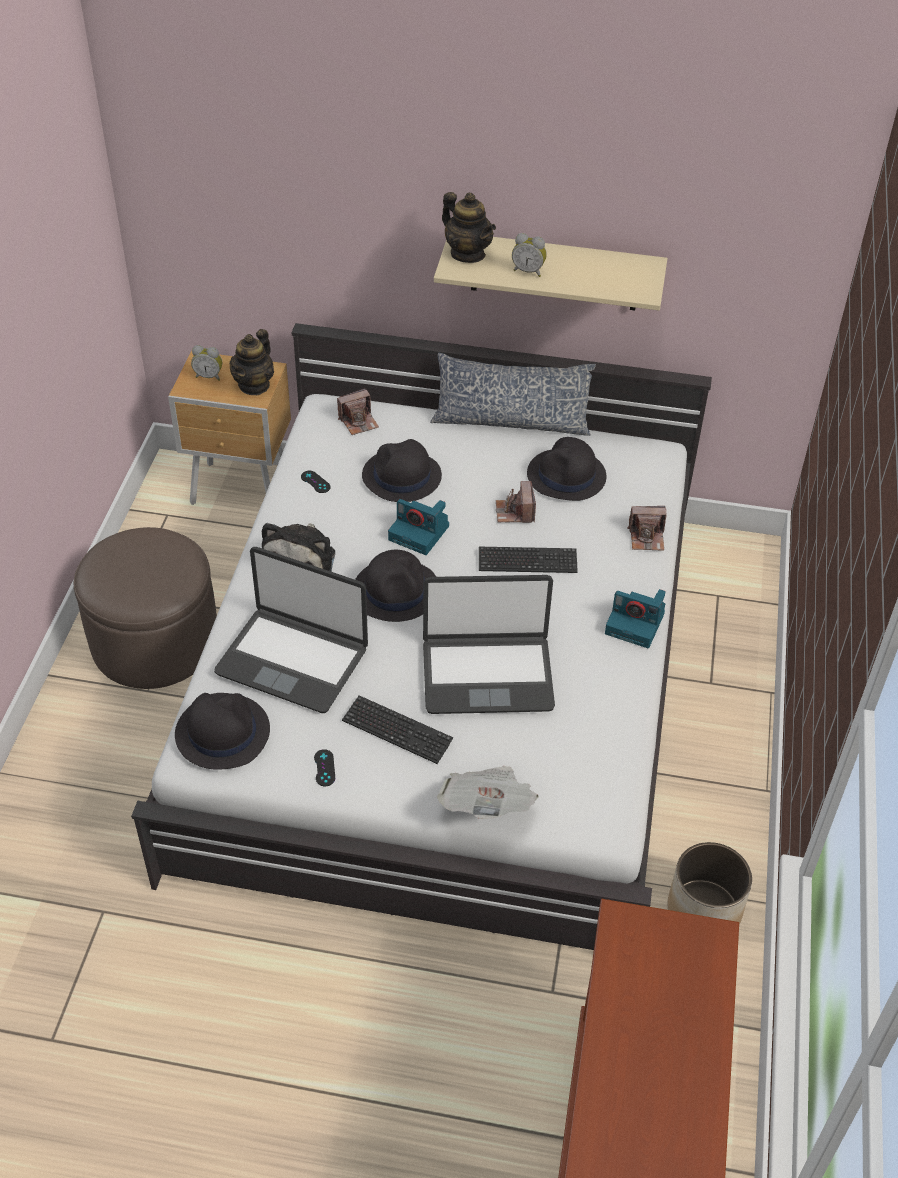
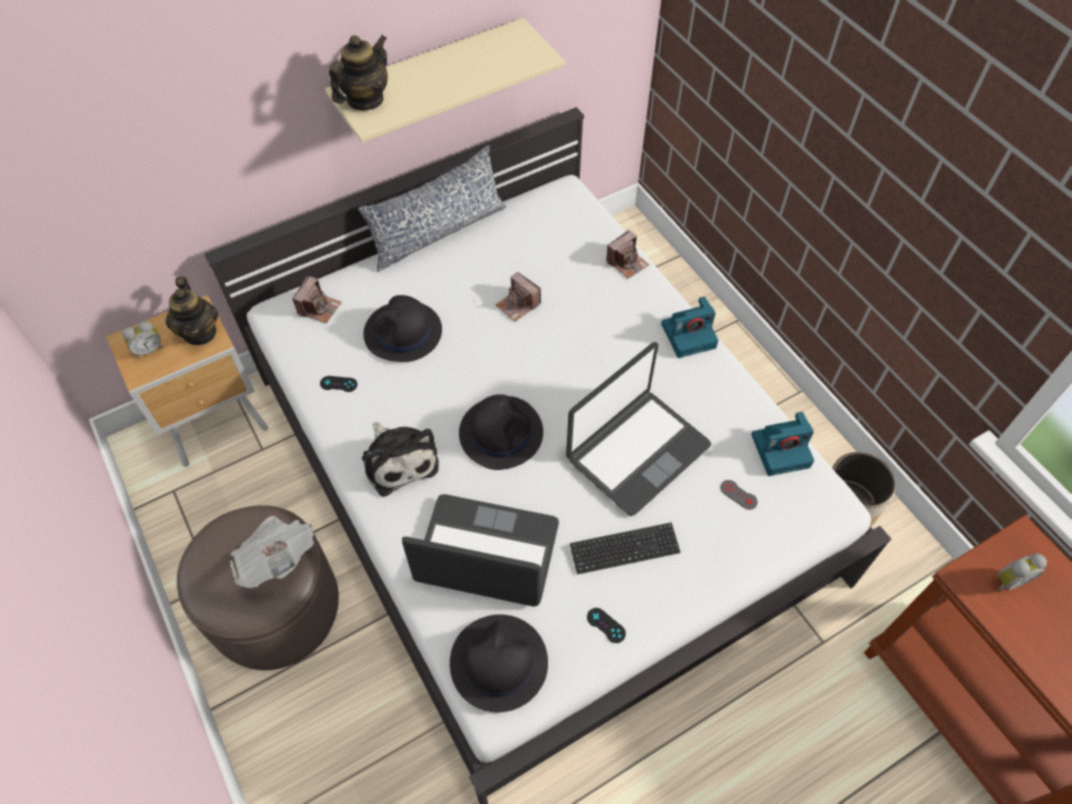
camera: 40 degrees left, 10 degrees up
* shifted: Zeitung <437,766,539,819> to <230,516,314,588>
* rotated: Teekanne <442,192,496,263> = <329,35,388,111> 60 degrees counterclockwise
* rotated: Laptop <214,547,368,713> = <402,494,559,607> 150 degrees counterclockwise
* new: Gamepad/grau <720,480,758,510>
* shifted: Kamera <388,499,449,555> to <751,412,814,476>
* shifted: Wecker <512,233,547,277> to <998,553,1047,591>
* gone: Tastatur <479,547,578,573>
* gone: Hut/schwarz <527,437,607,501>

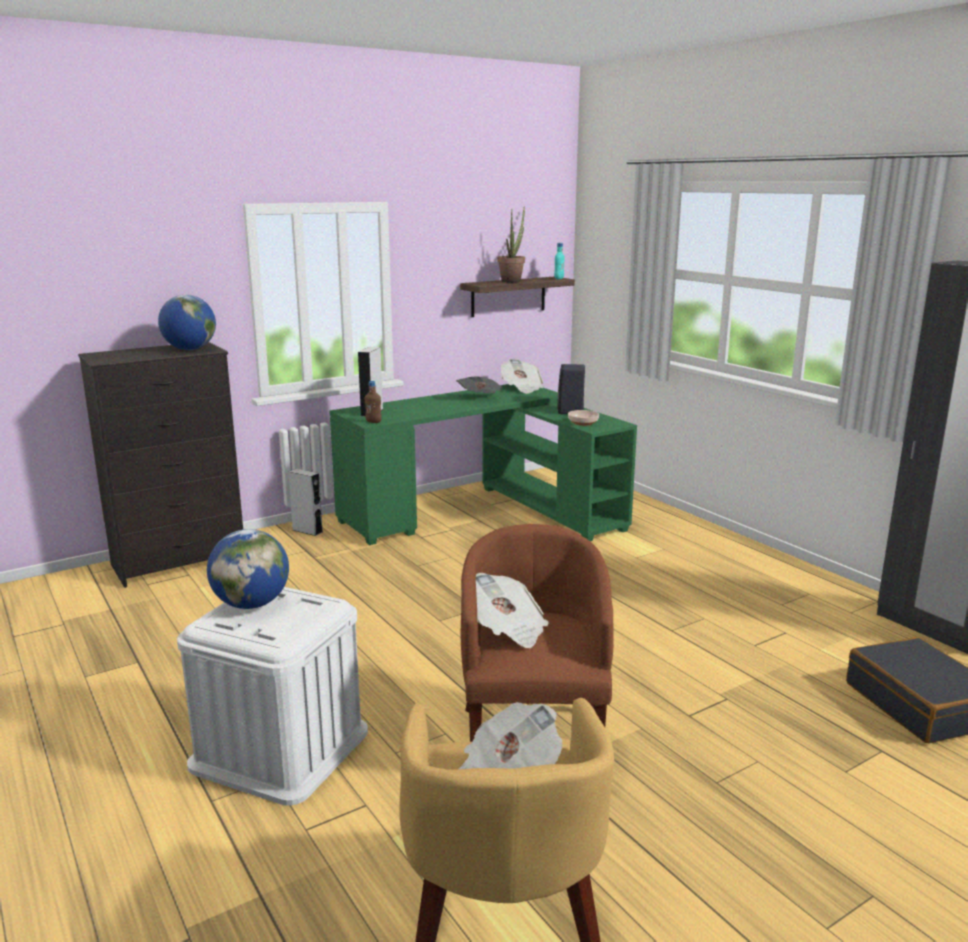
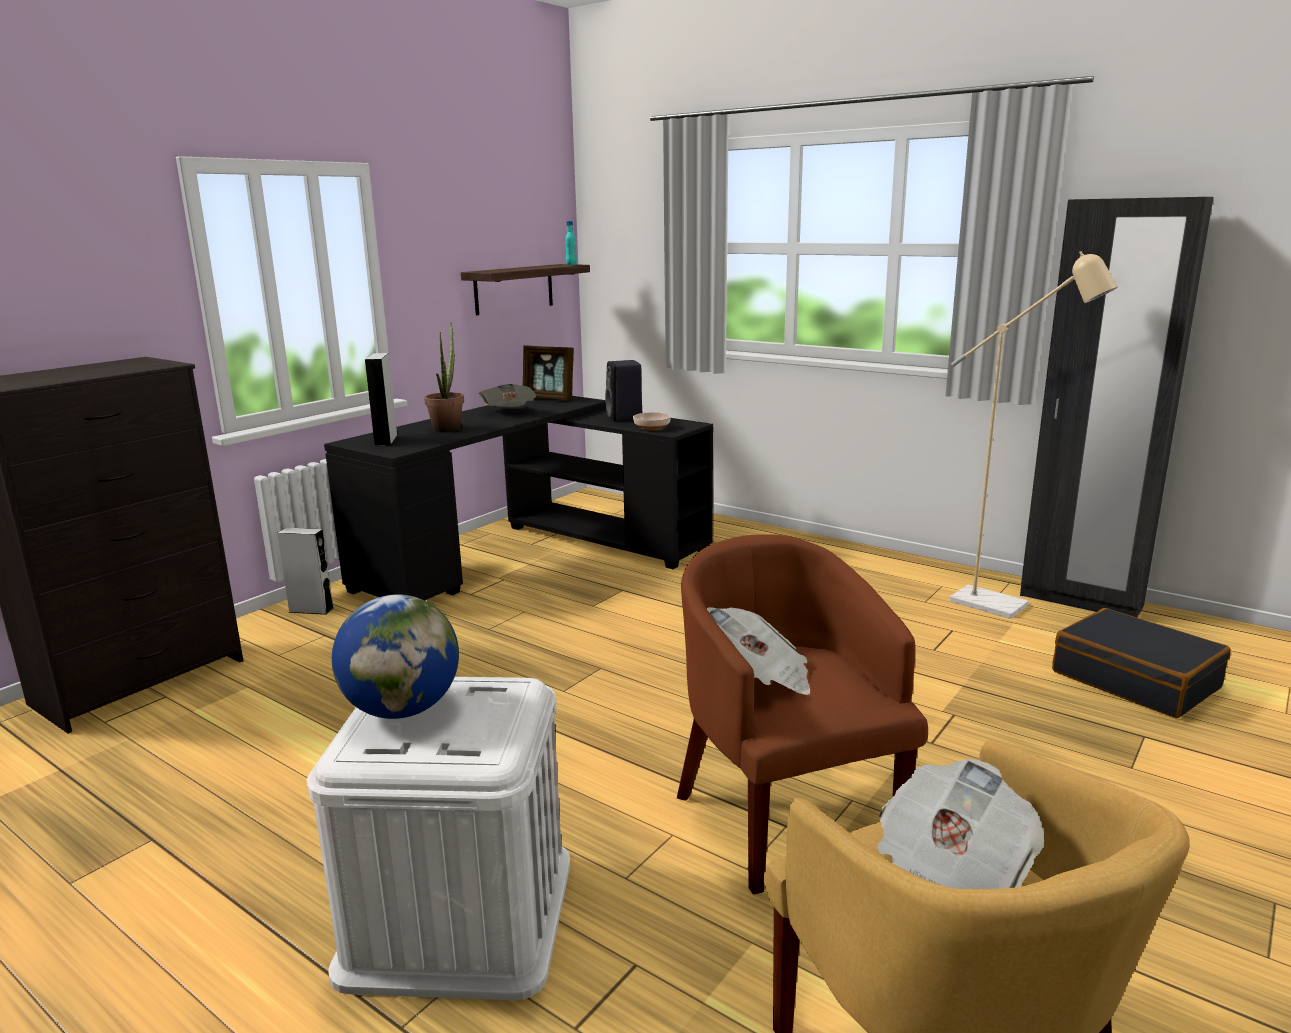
camera: 20 degrees left, 0 degrees up
* repainted: Schreibtisch/grün <329,384,637,545> to Schreibtisch/schwarz <324,396,713,600>
* shifted: Topfpflanze <497,206,525,283> to <424,322,464,432>
* swapped: Zeitung <501,359,544,394> to Bilderrahmen <522,345,574,400>
* new: Stehlampe/beige <949,251,1117,619>
* gone: Globus <158,295,216,350>
* gone: Flasche/braun <365,381,382,423>

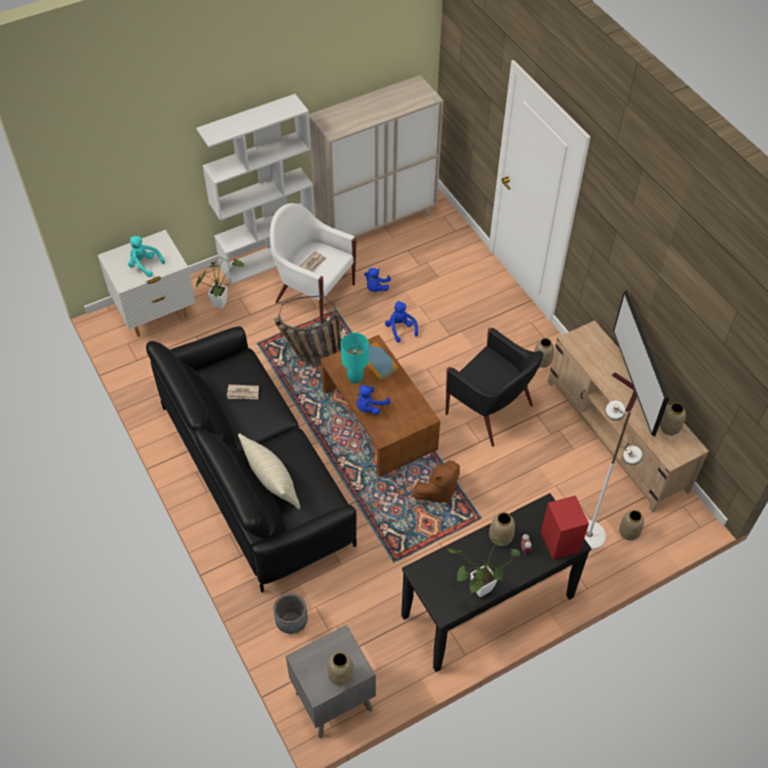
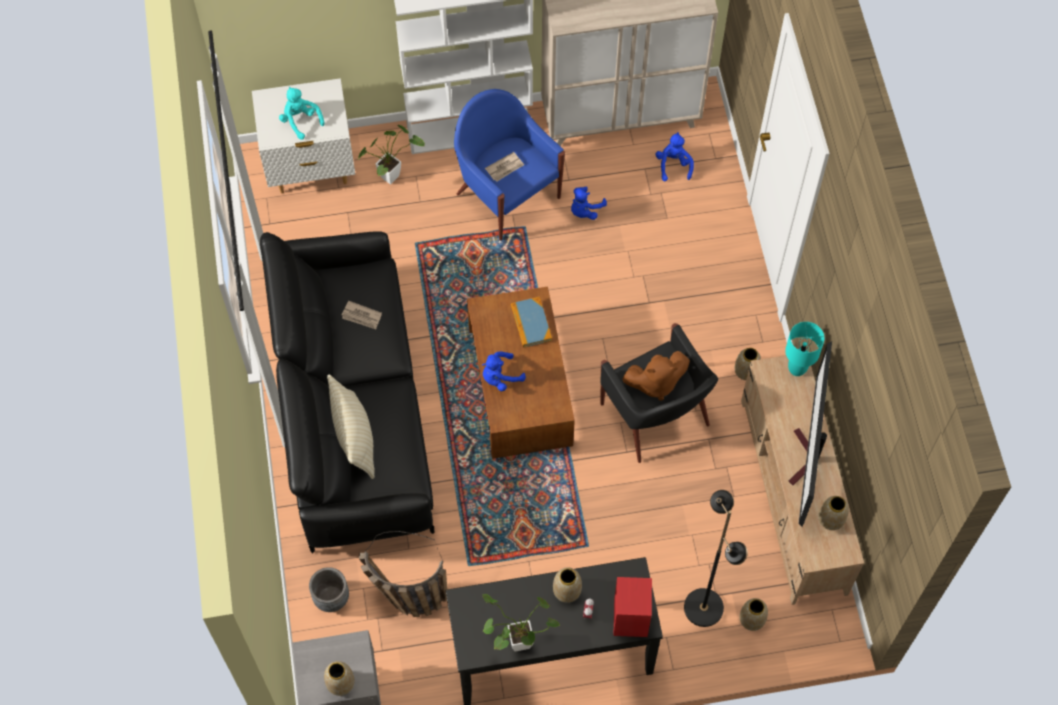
camera: 20 degrees right, 10 degrees up
* shifted: Korb <274,296,341,366> to <359,531,447,617>
* repainted: Sessel/weiß <270,203,357,324> to Sessel/blau <454,89,565,240>
* shifted: Plüschtier/braun <413,461,460,504> to <622,351,690,401>
* shifted: Plüschtier/blau <385,301,418,342> to <655,132,694,181>
* repainted: Stehlampe/weiß <584,401,643,550> to Stehlampe/schwarz <684,490,748,627>
* shifted: Tischlampe/türkis <341,333,369,384> to <785,322,824,376>

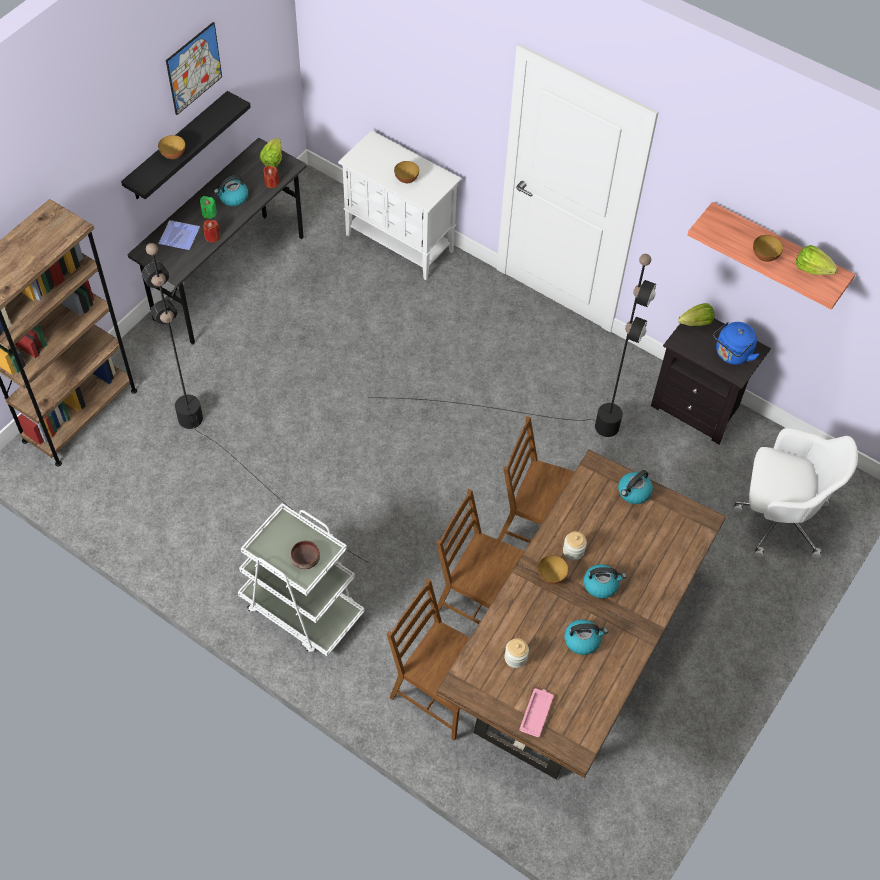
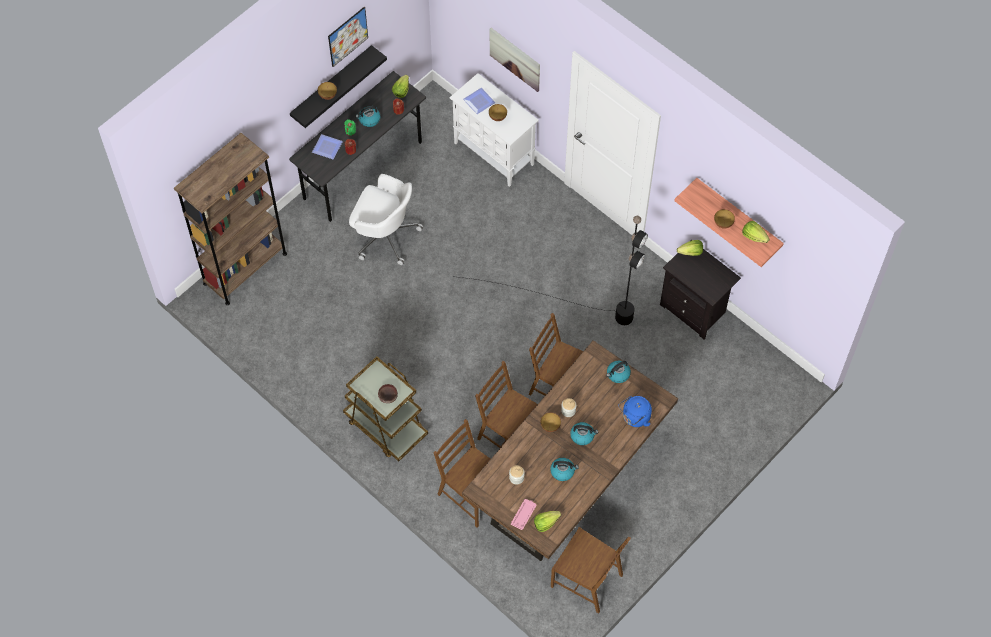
camera: 10 degrees right, 5 degrees up
* repainted: Rollwagen/weiß <238,503,365,657> to Rollwagen/braun <343,356,428,461>
* shifted: Bürostuhl/weiß <734,428,858,559> to <349,174,423,265>
* new: Teller <463,88,495,114>
* new: Bild <490,28,540,92>
* new: Salatkopf <534,511,561,532>
* new: Stuhl/braun <551,527,631,613>
* shifted: Wasserkessel/blau <713,322,759,365> to <618,396,652,427>
* gone: Stehlampe/schwarz <141,243,369,563>

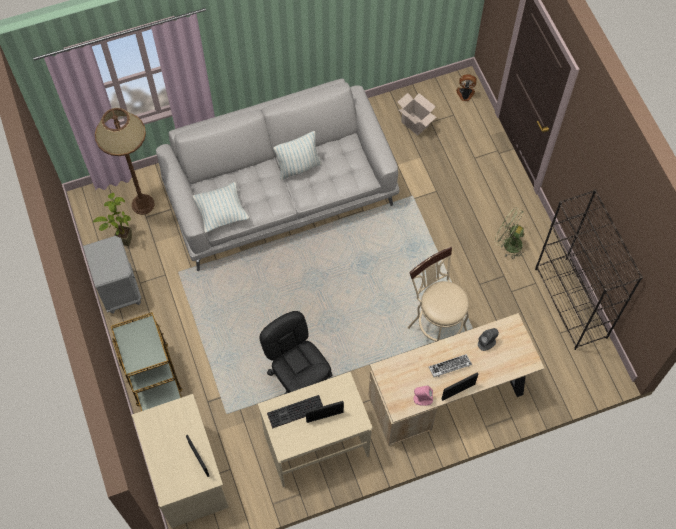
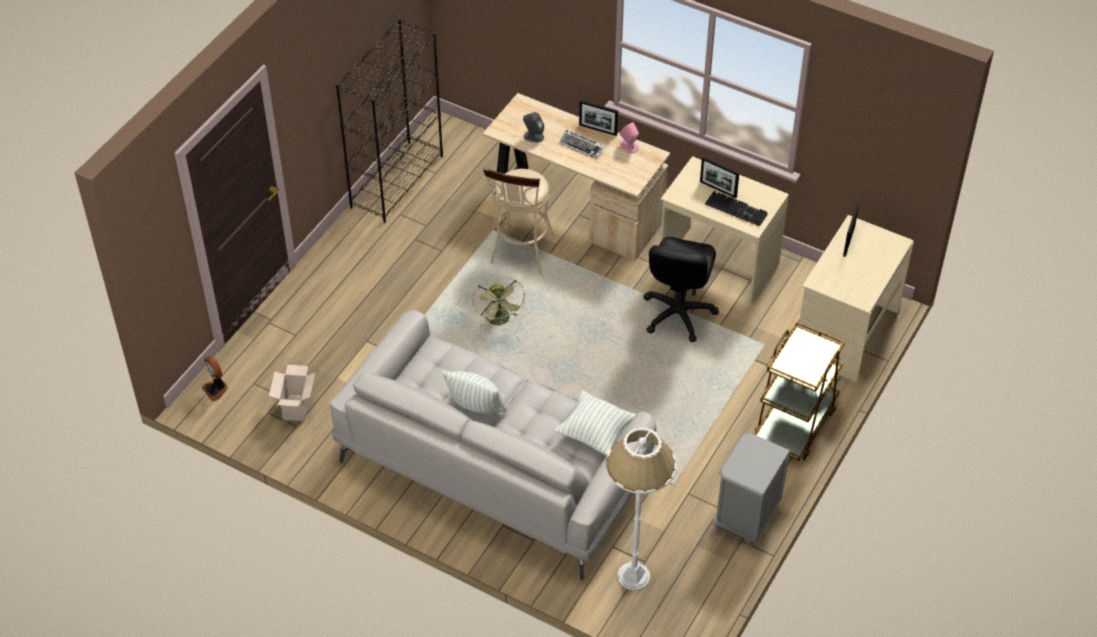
camera: 130 degrees left, 15 degrees down
* shifted: Ventilator/grün <495,207,525,259> to <472,276,525,327>
* repainted: Stehlampe/braun <95,108,155,215> to Stehlampe/weiß <606,427,676,590>
* gone: Topfpflanze <93,193,132,246>

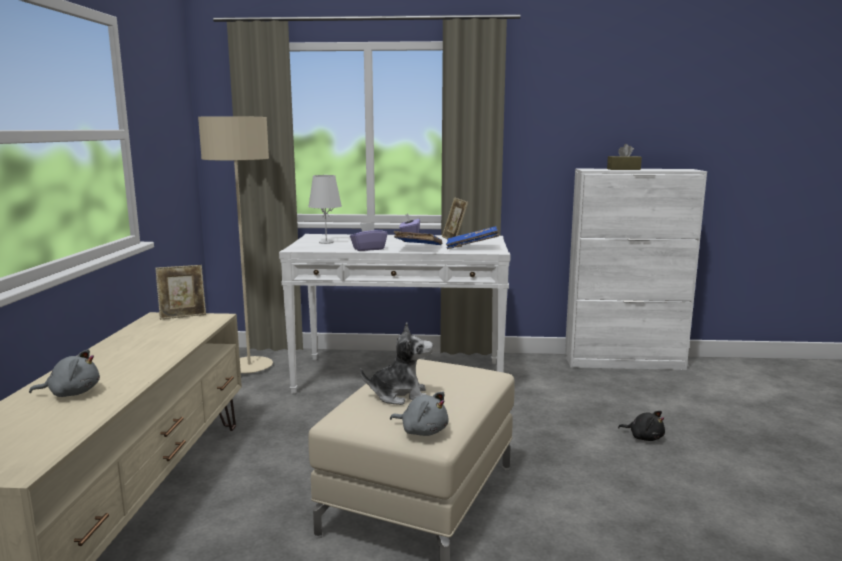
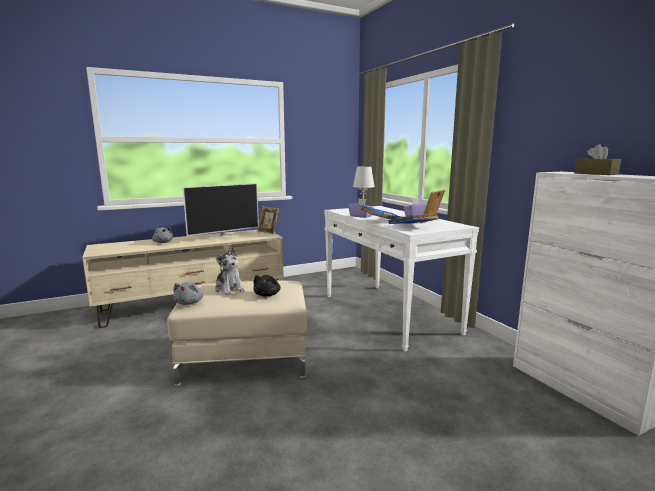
camera: 60 degrees right, 0 degrees up
* new: Fernseher <183,183,259,240>
* shifted: Plüschtier/schwarz <618,411,665,441> to <253,275,281,297>
* gone: Stehlampe/beige <198,116,273,373>

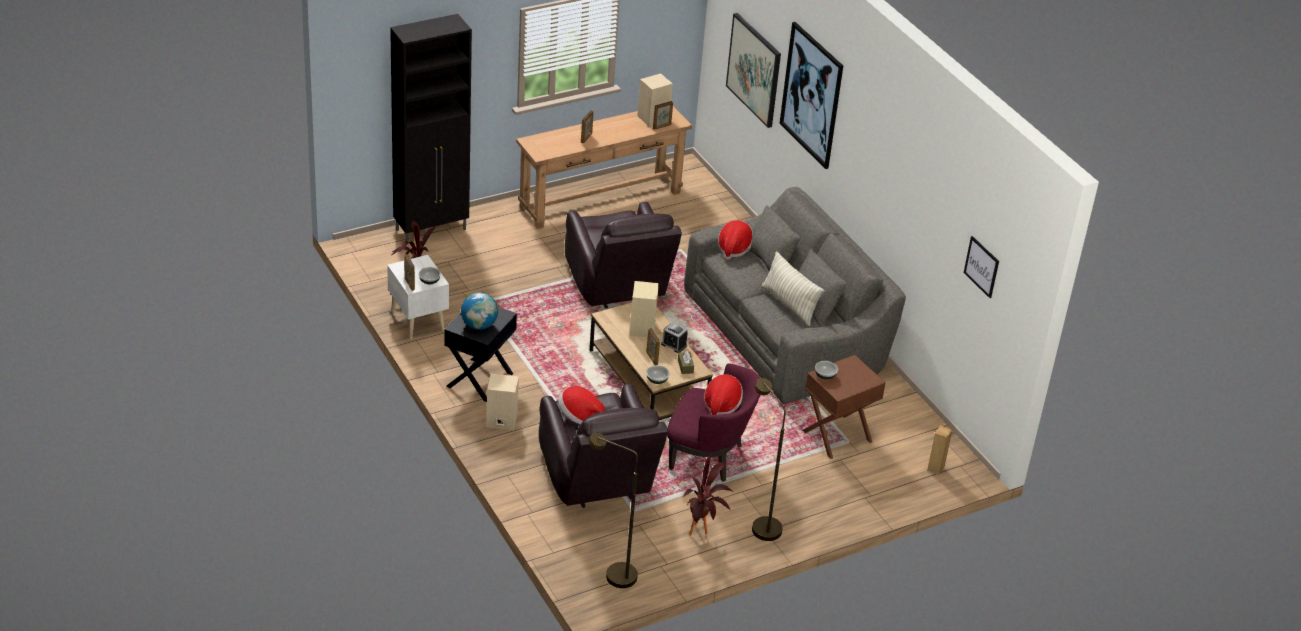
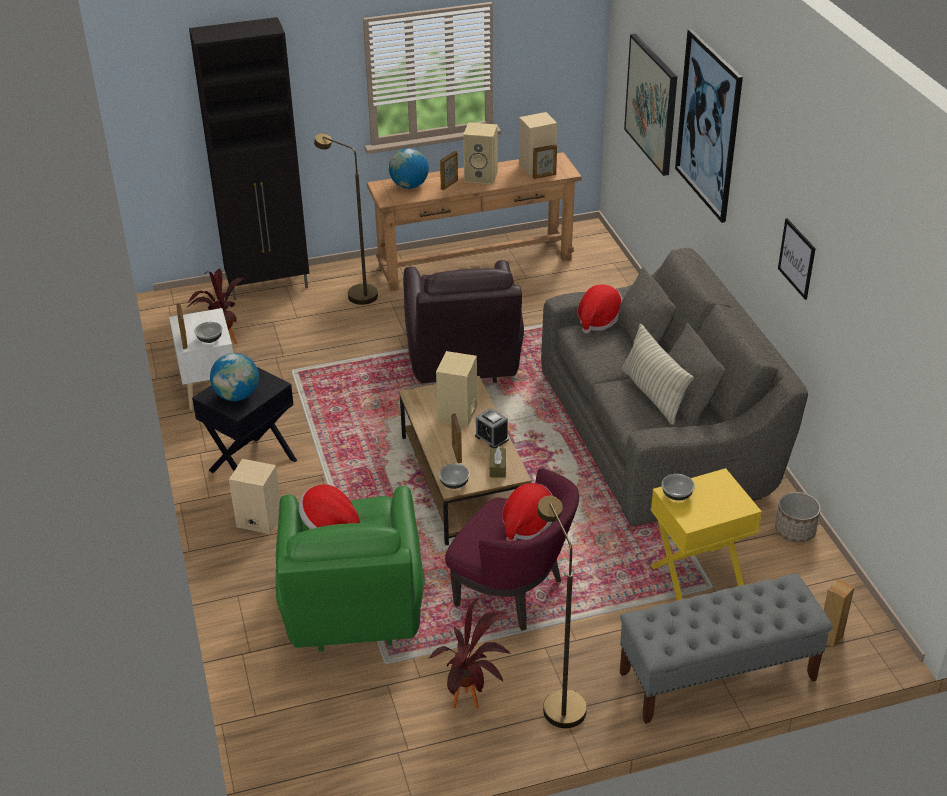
camera: 15 degrees right, 0 degrees up
* repainted: Sessel/braun <539,384,668,508> to Sessel/grün <276,486,425,652>
* shifted: Stehlampe/braun <588,433,638,588> to <314,134,378,305>
* new: Globus <389,148,429,189>
* new: Lautsprecher/beige <463,122,498,184>
* new: Bank/grau <620,573,833,724>
* repainted: Beistelltisch/braun <803,355,885,459> to Beistelltisch/gelb <651,468,762,600>
* new: Pflanzkübel <775,492,821,543>
* shifted: Bild <964,236,999,298> to <778,218,816,300>

